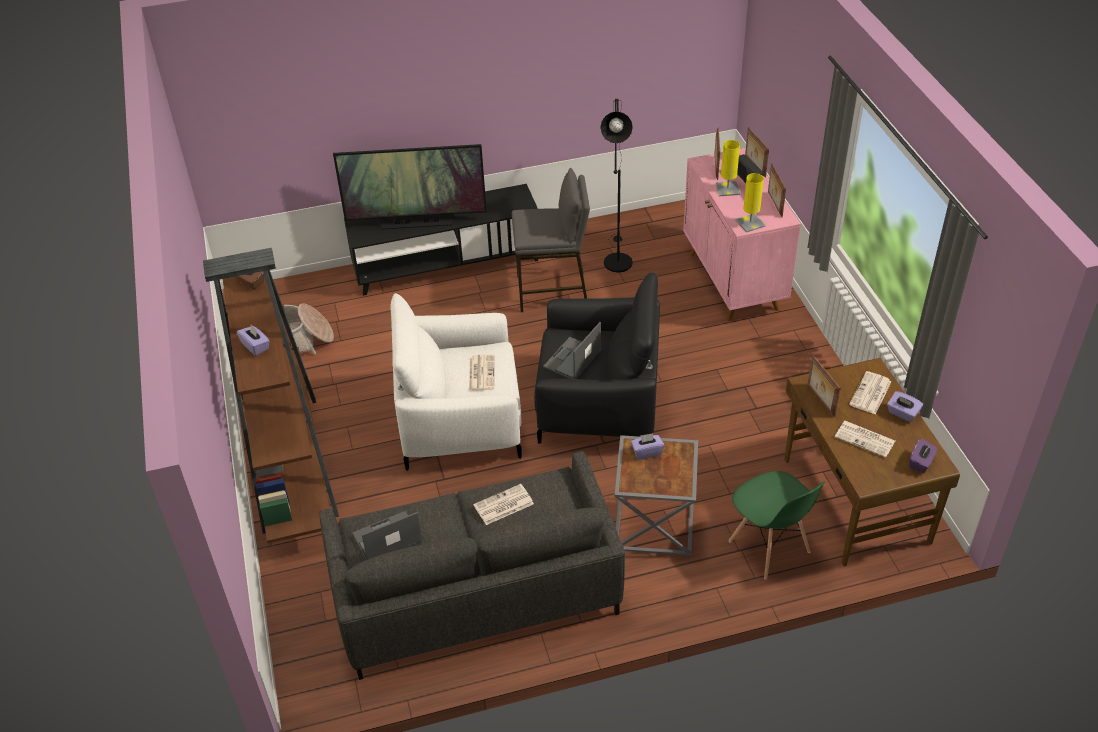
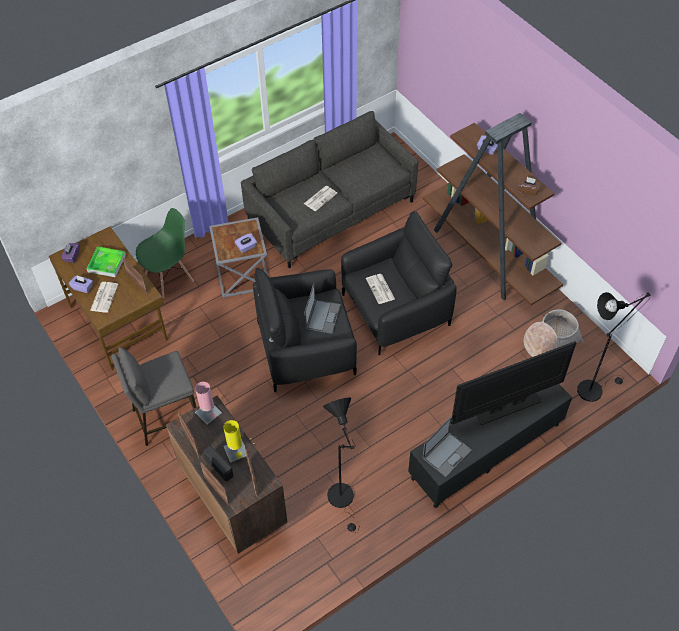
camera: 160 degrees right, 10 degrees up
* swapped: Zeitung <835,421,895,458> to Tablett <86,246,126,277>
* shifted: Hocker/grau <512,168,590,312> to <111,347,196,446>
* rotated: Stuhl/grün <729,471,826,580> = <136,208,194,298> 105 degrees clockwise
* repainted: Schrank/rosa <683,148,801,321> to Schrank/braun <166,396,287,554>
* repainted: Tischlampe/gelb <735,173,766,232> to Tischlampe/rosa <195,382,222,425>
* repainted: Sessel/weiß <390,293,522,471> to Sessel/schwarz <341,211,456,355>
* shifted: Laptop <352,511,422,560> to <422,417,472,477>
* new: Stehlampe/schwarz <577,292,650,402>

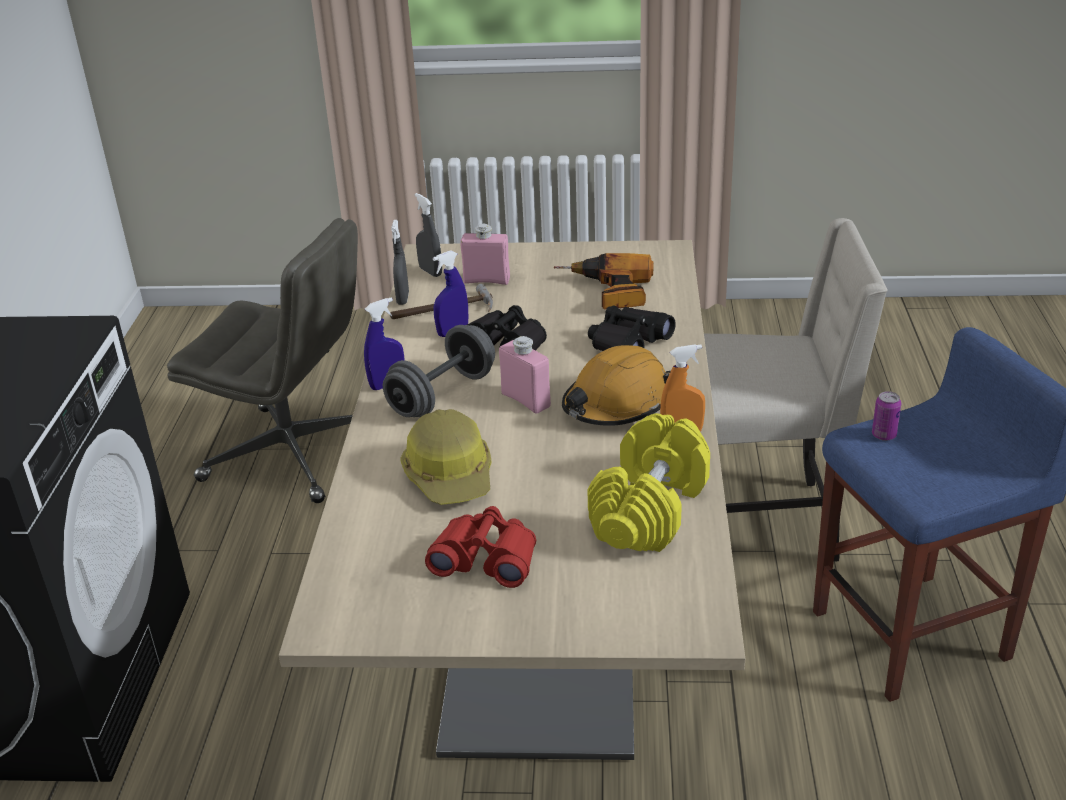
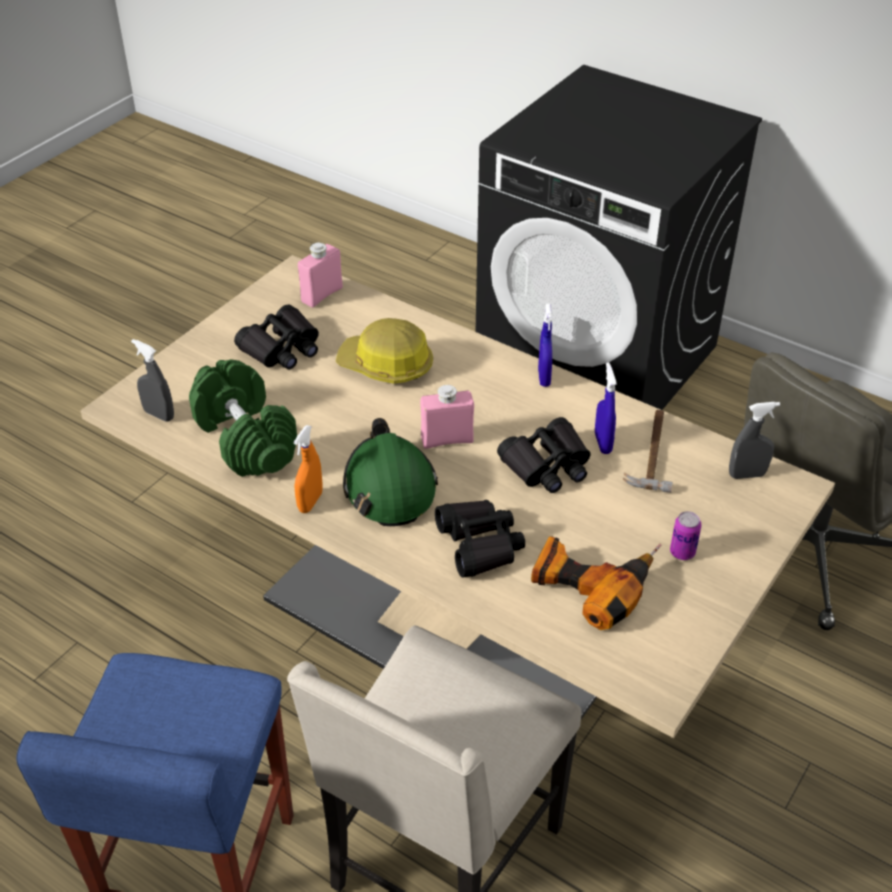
camera: 120 degrees right, 10 degrees up
* shifted: Sprühflasche/grau <391,220,409,305> to <131,339,174,422>
* repainted: Hantel/gelb <587,413,710,552> to Hantel/grün <189,359,297,477>
* repainted: Fernglas/rot <425,506,536,588> to Fernglas/schwarz <234,305,319,370>
* shifted: Flasche/rosa <460,224,510,285> to <298,243,343,308>
* repainted: Schutzhelm/orange <562,345,671,426> to Schutzhelm/grün <343,418,438,526>
* shifted: Dose <872,391,901,441> to <670,511,702,560>
* gone: Hantel/grau <383,325,495,417>

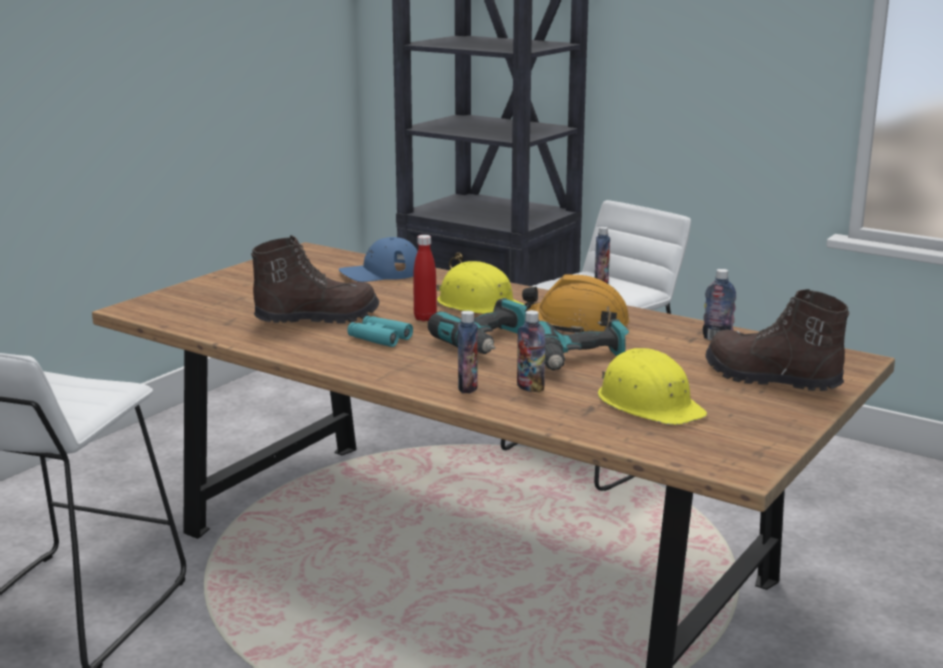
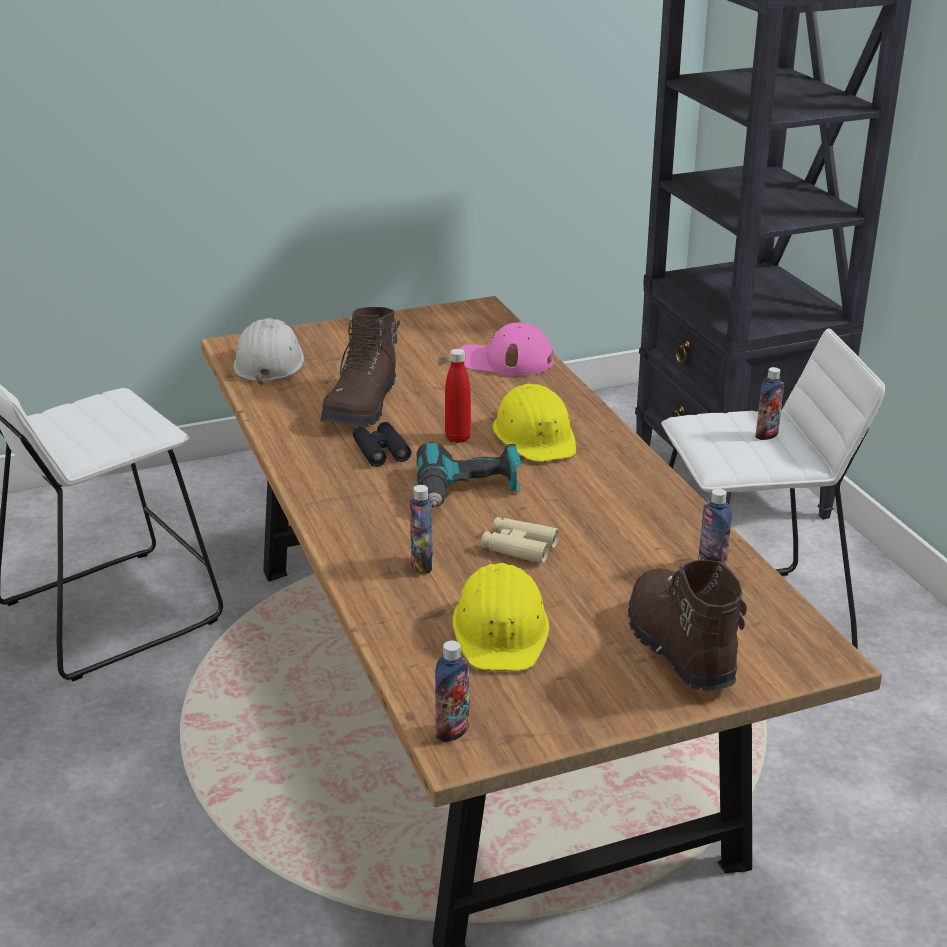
camera: 35 degrees right, 10 degrees up
* new: Schutzhelm/weiß <233,318,304,385>
* rotated: Stiefel/braun <251,235,379,324> = <320,307,400,427> 90 degrees clockwise
* repainted: Fernglas/türkis <347,316,413,347> to Fernglas/schwarz <353,422,411,467>
* shifted: Flasche <458,311,478,393> to <435,641,469,743>
* repainted: Kappe/blau <339,237,418,282> to Kappe/rosa <459,323,554,376>
* swapped: Bohrmaschine <539,319,629,370> to Fernglas/beige <481,517,559,563>
* gone: Schutzhelm/orange <522,274,630,333>

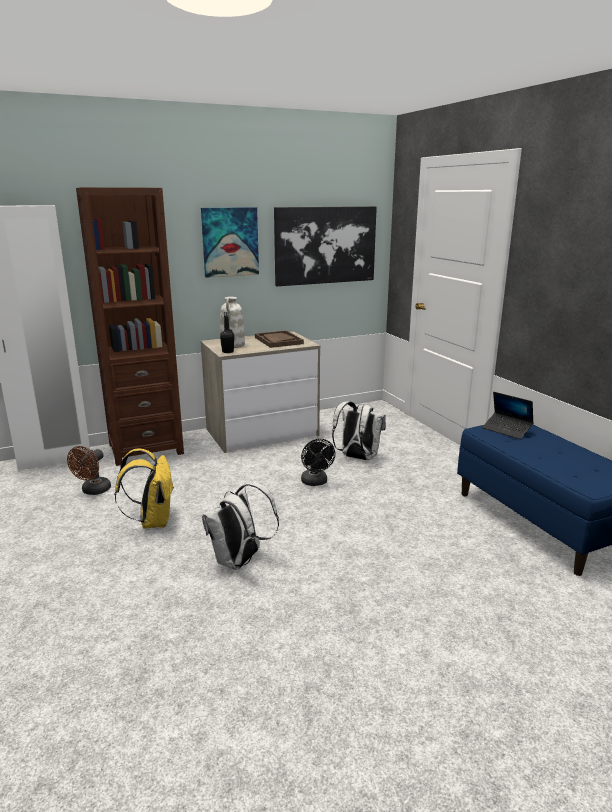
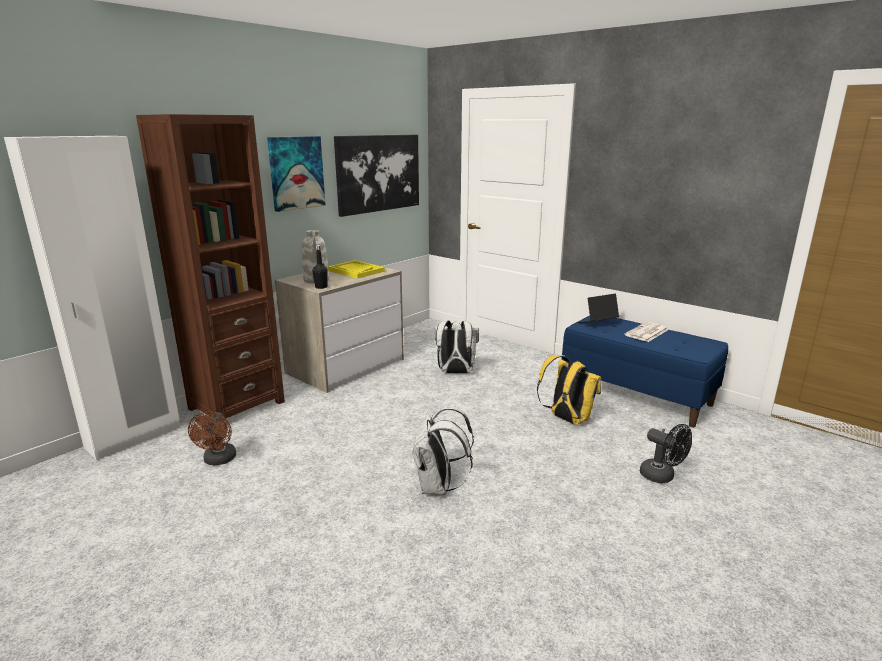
camera: 25 degrees left, 0 degrees up
* repainted: Tablett/braun <255,330,304,348> to Tablett/gelb <328,260,385,279>
* shifted: Rucksack/gelb <115,448,174,528> to <537,355,601,425>
* rotated: Laptop <482,392,534,439> = <577,294,619,323> 135 degrees clockwise
* new: Zeitung <625,322,668,342>
* shifted: Ventilator/schwarz <301,439,335,486> to <640,424,692,483>

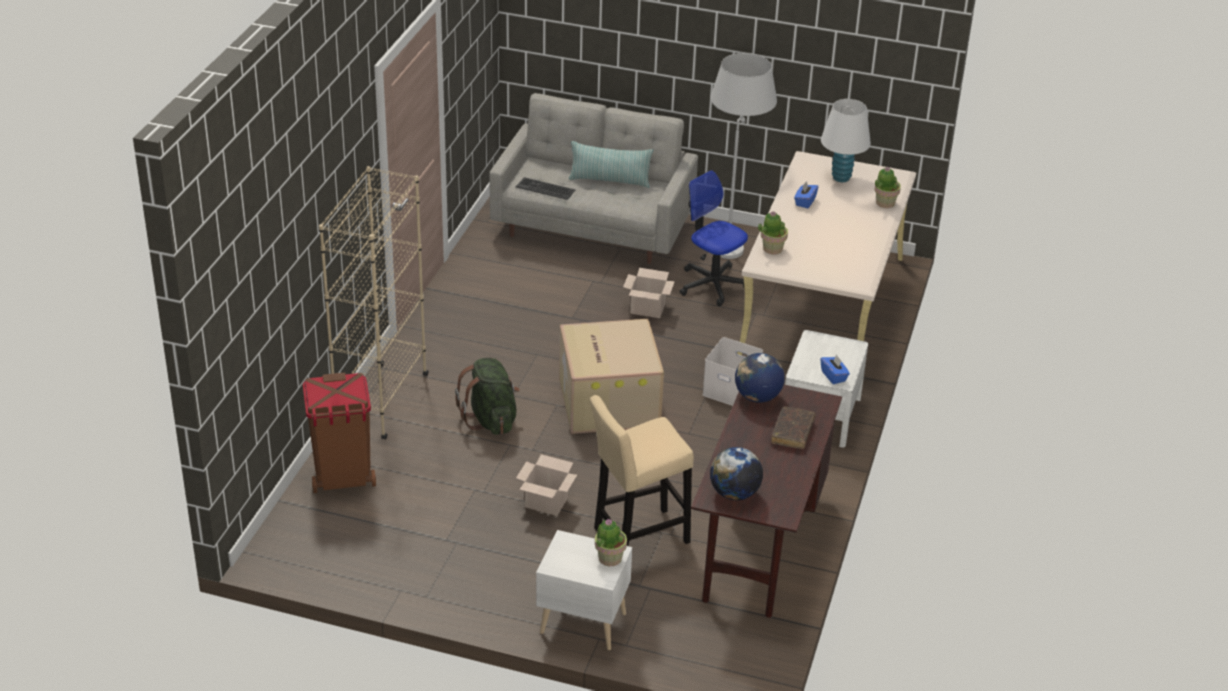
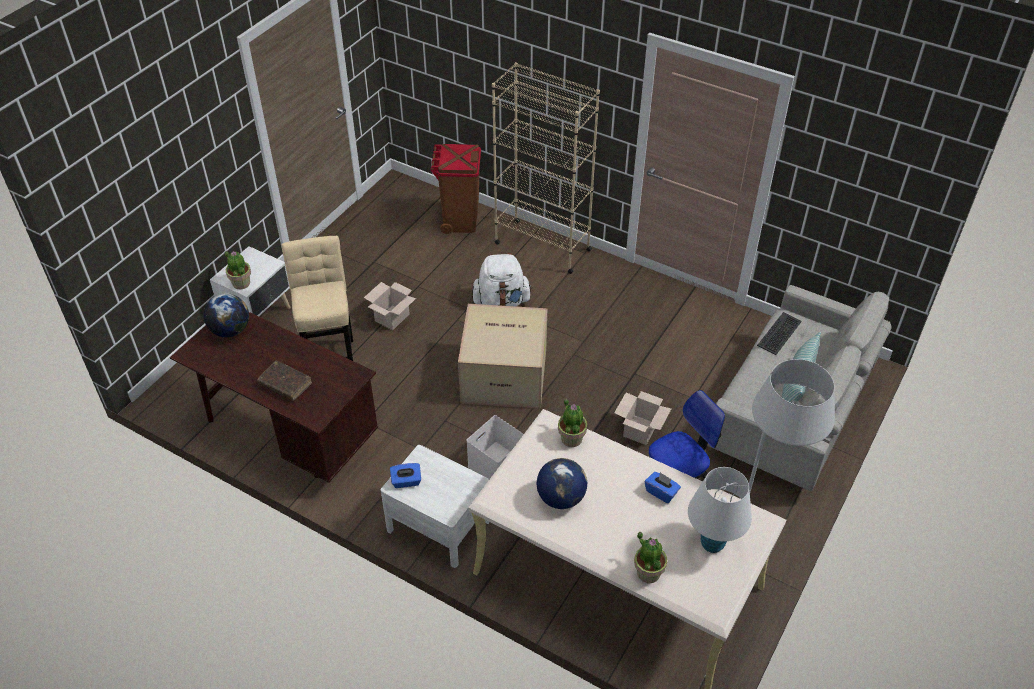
camera: 105 degrees right, 10 degrees up
* repainted: Rucksack/grün <455,358,520,435> to Rucksack/weiß <472,253,532,306>
* shifted: Globus <735,353,785,403> to <536,458,587,509>

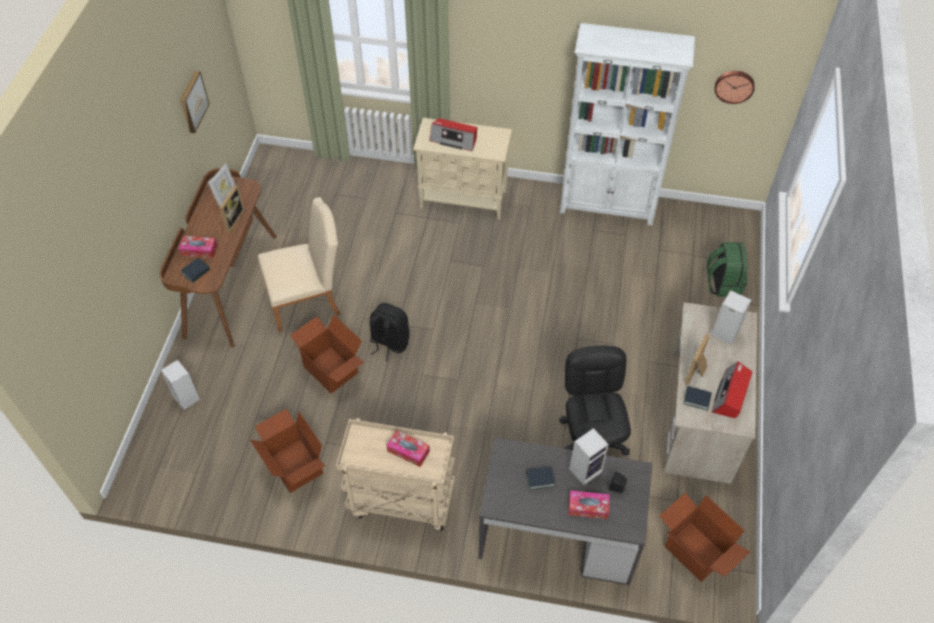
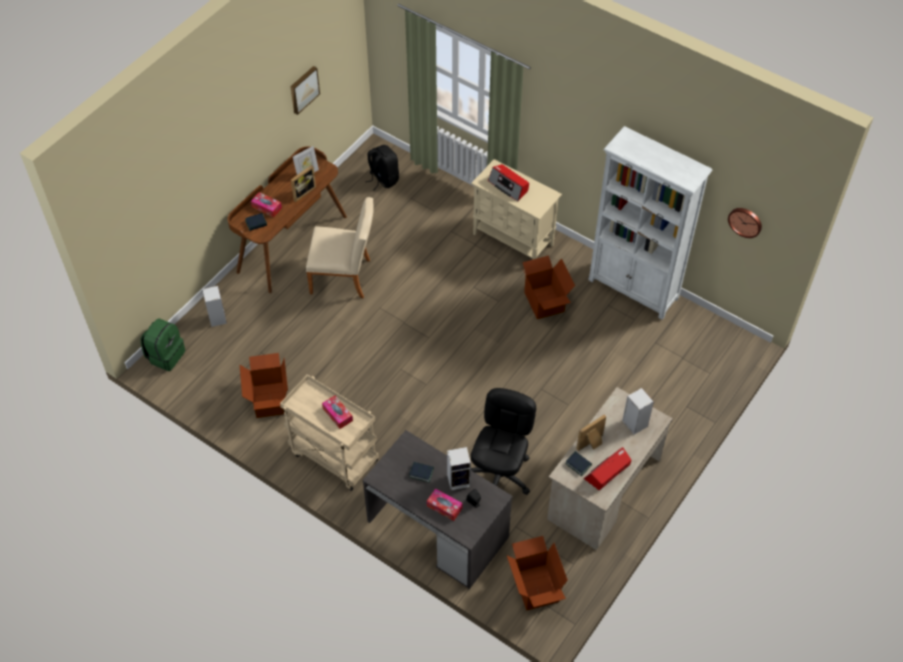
camera: 25 degrees right, 0 degrees up
* shifted: Rucksack/grün <707,242,748,297> to <141,318,185,371>
* shifted: Rucksack/schwarz <370,303,410,362> to <365,145,399,190>
* shifted: Karton <290,314,364,394> to <522,255,575,319>

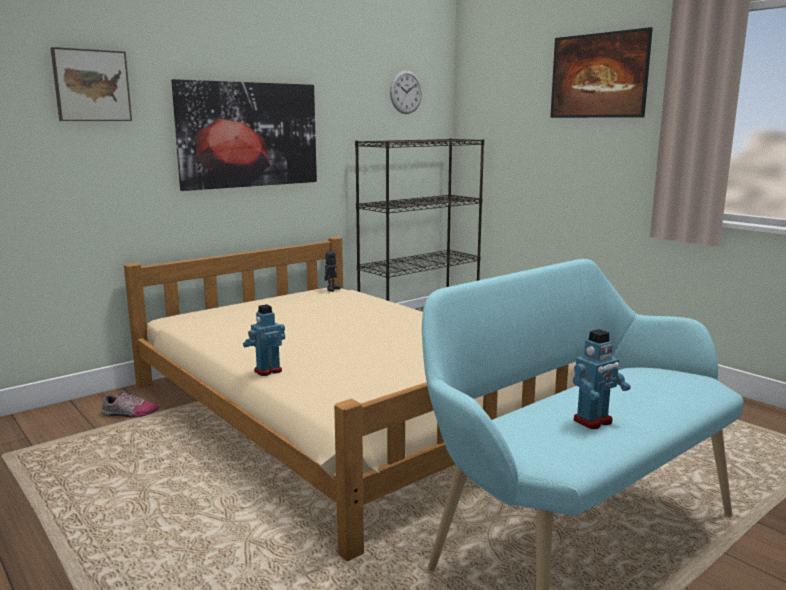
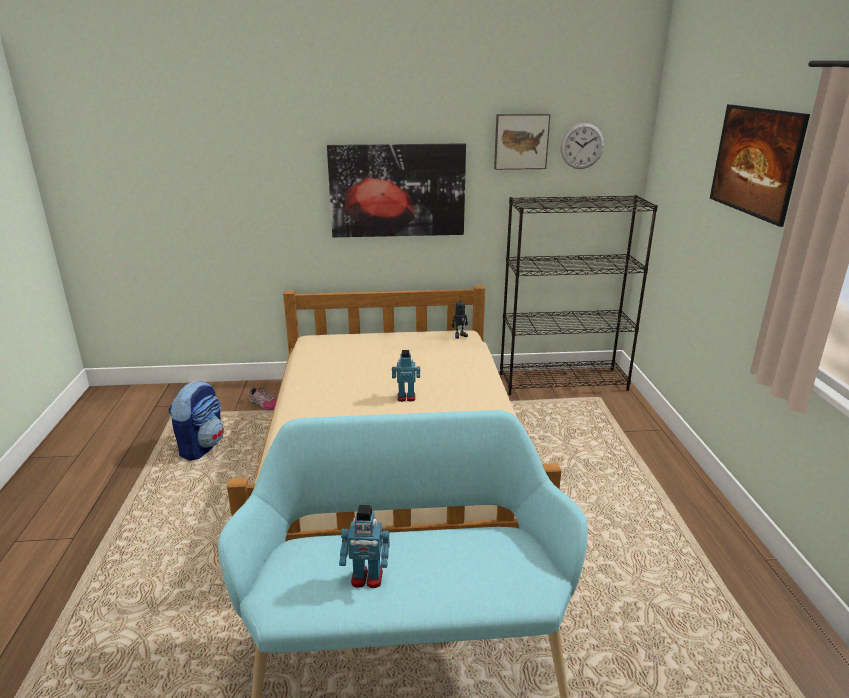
camera: 35 degrees right, 10 degrees up
* new: Rucksack <169,381,224,461>
* shifted: Spielzeugroboter <243,304,285,376> to <392,350,420,402>
* shifted: Bild <51,47,132,121> to <494,114,551,170>

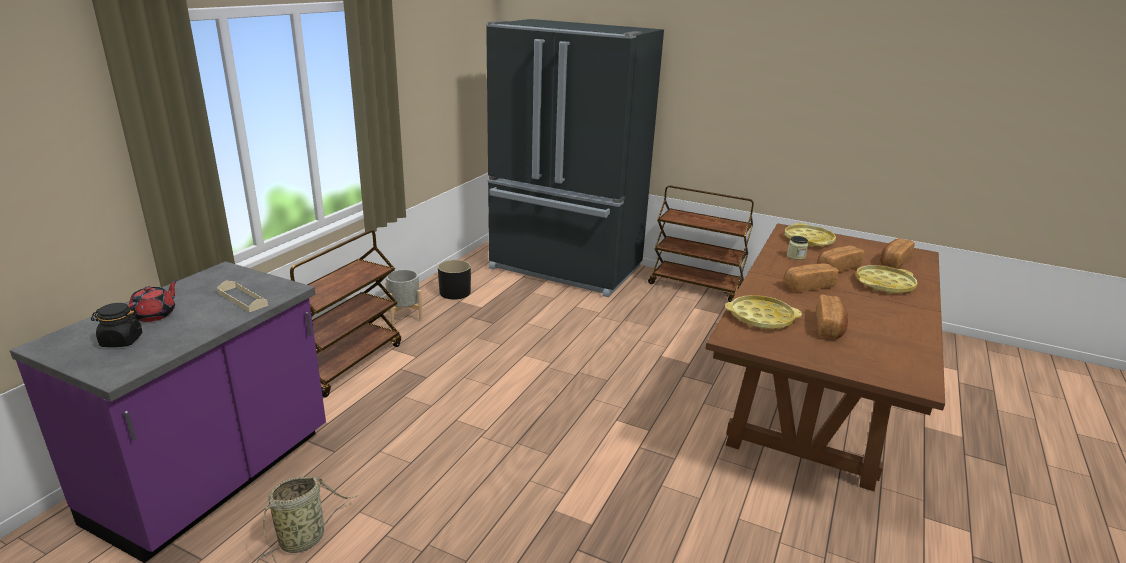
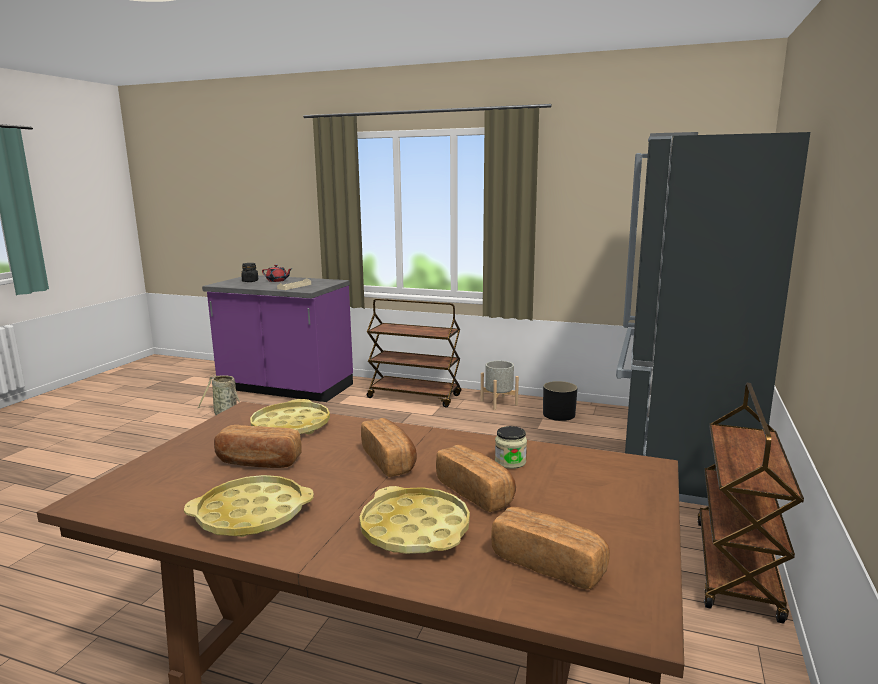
camera: 85 degrees right, 10 degrees down
* shifted: Tablett/gelb <785,223,836,247> to <184,475,314,537>

